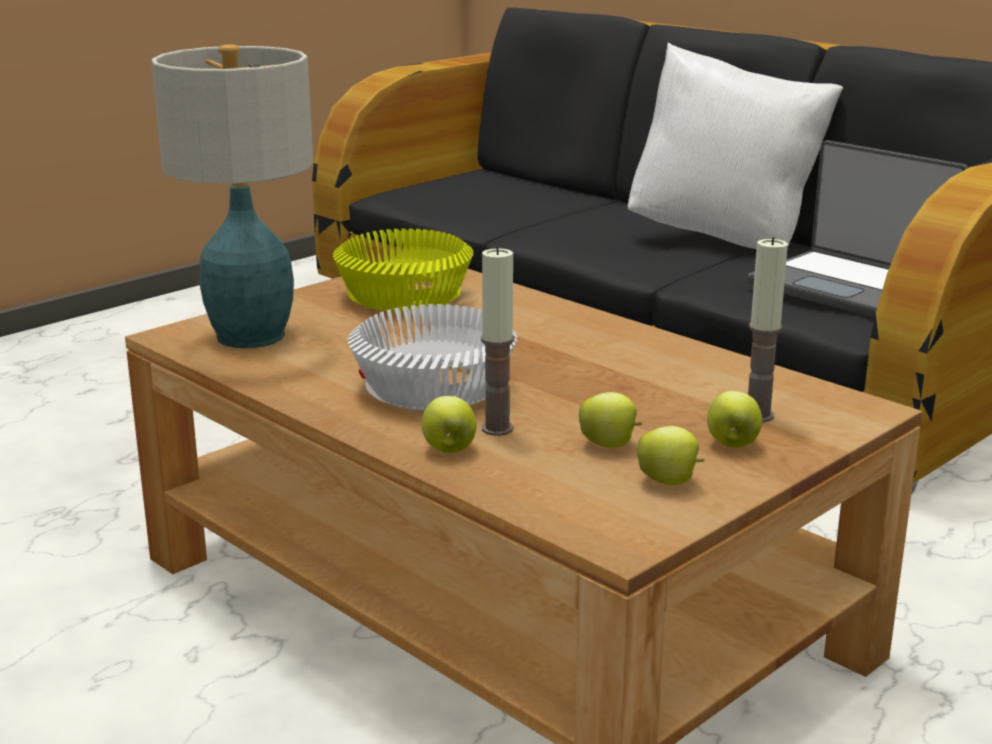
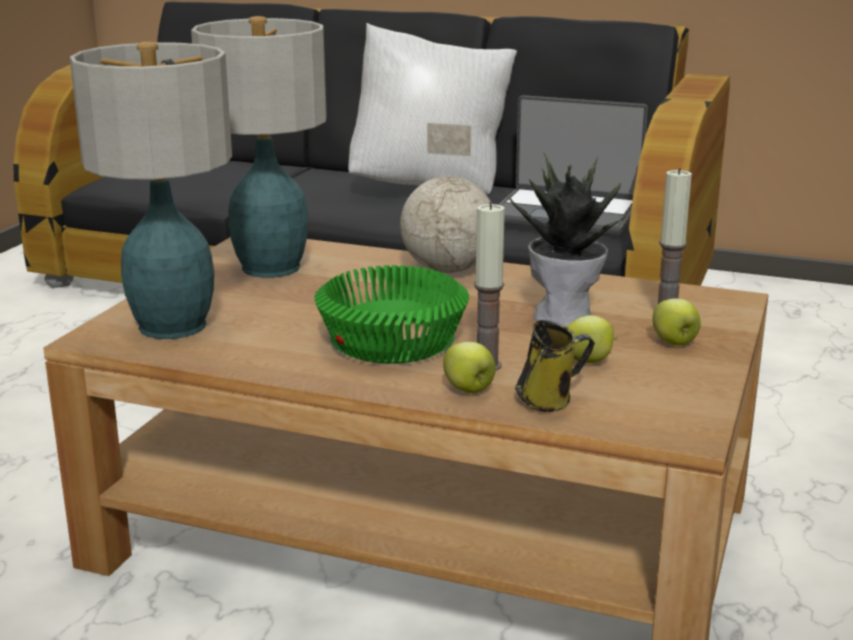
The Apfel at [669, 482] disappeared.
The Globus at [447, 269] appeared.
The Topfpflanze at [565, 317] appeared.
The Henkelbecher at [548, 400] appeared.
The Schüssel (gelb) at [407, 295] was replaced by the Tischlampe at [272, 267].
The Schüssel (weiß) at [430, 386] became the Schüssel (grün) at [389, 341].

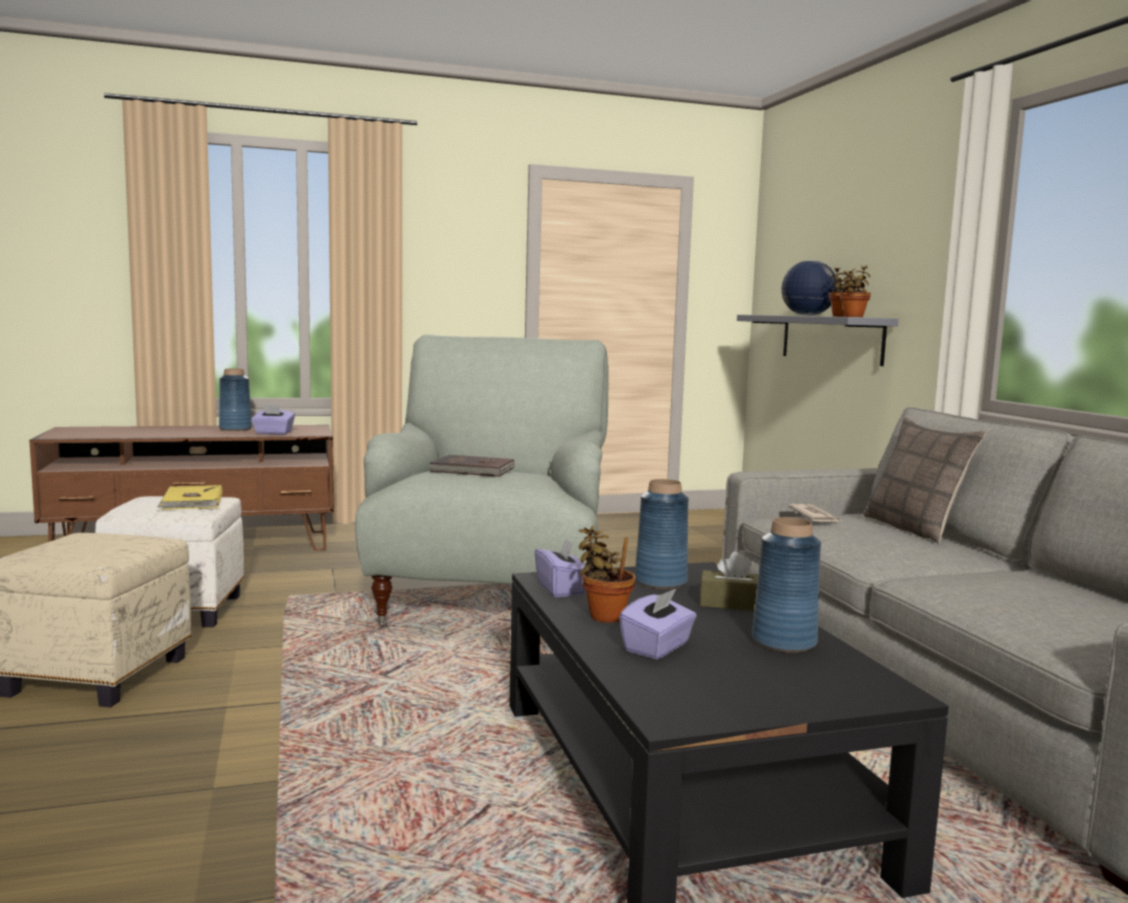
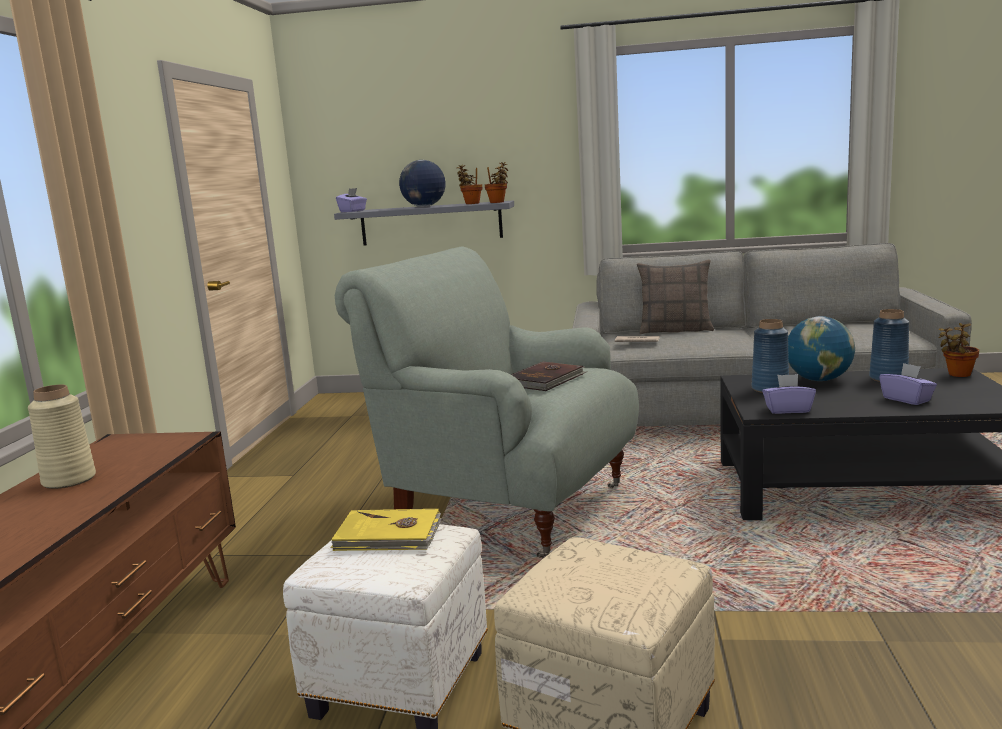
The Taschentuchbox (lila) moved from [273, 433] to [353, 211].
The Topfpflanze moved from [604, 616] to [957, 374].
The Taschentuchbox (braun) at [732, 604] was replaced by the Globus at [818, 380].
The Vase (blau) at [235, 429] became the Vase (beige) at [69, 480].

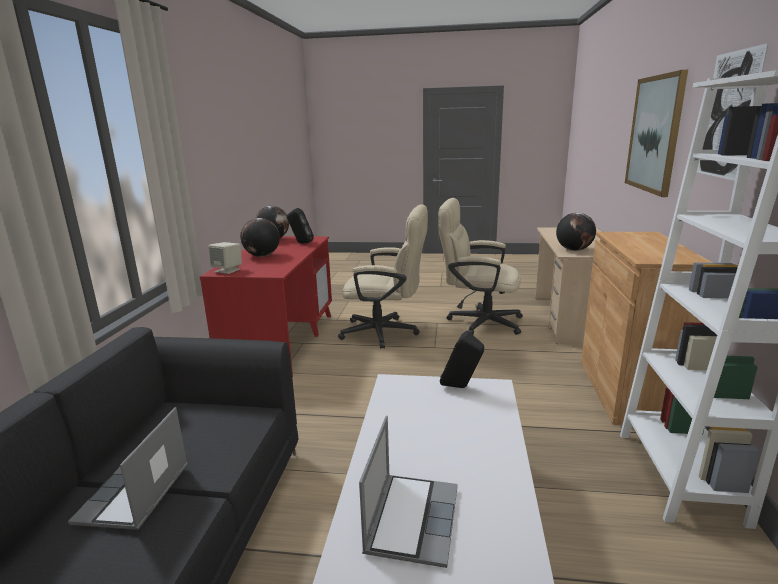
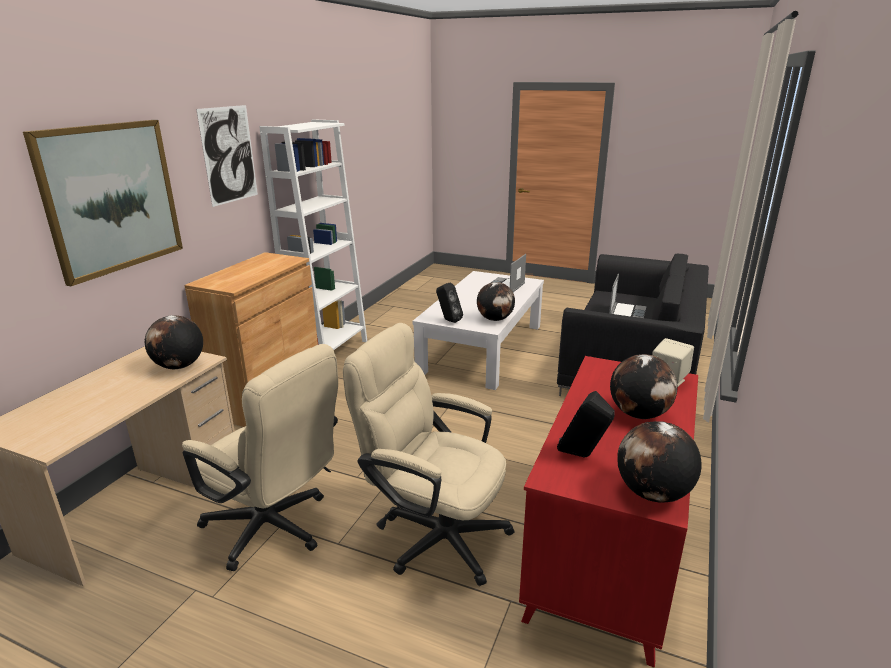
The Globus at [495, 319] appeared.

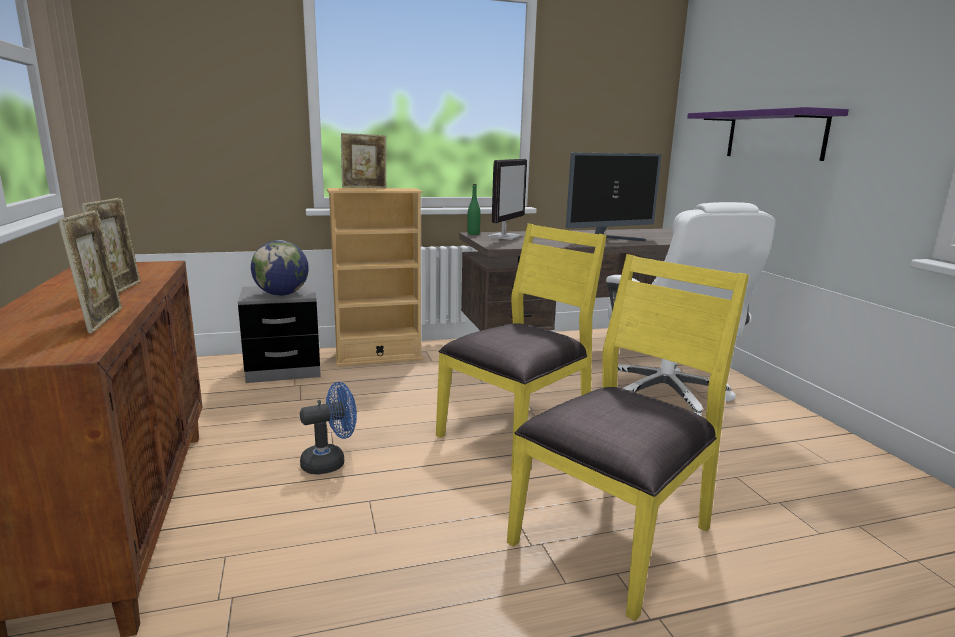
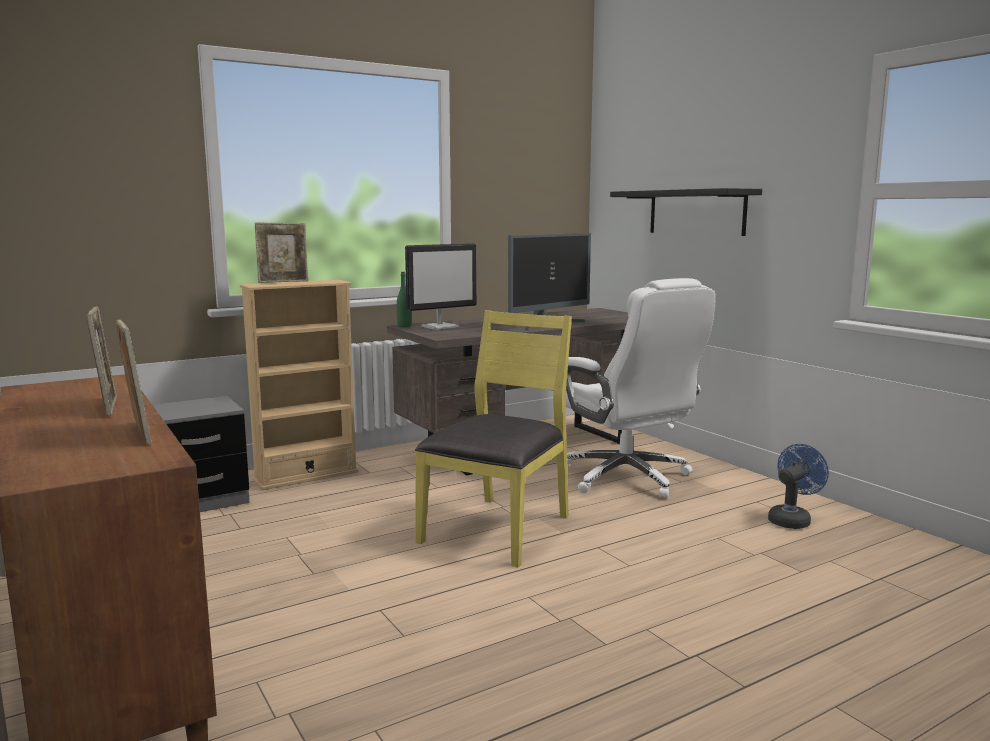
The Globus at [282, 294] disappeared.
The Stuhl (gelb) at [615, 536] disappeared.
The Ventilator (blau) moved from [330, 462] to [792, 519].
The Wandregal (lila) at [774, 135] became the Wandregal (schwarz) at [696, 212].
The Monitor at [504, 237] turned 45 degrees clockwise.

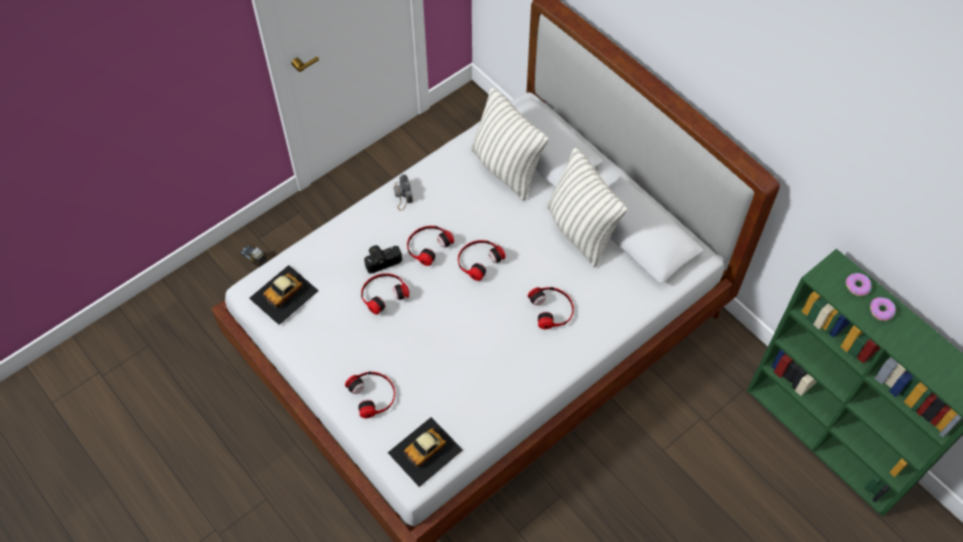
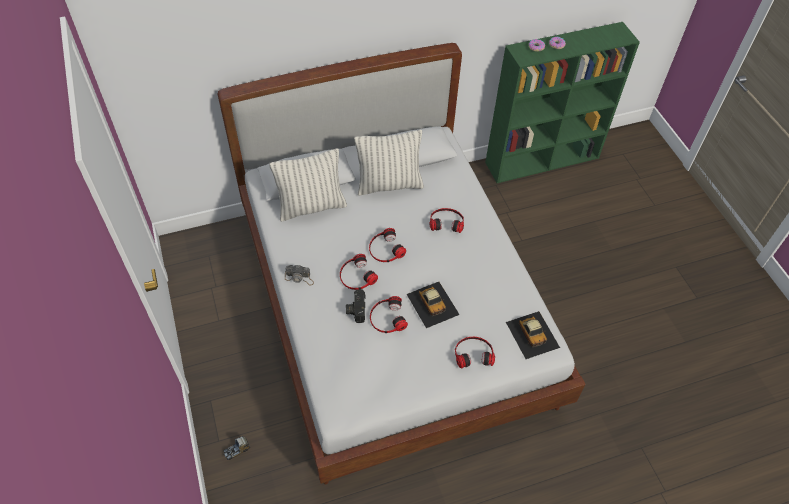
The Spielzeugauto moved from [284, 294] to [432, 304].

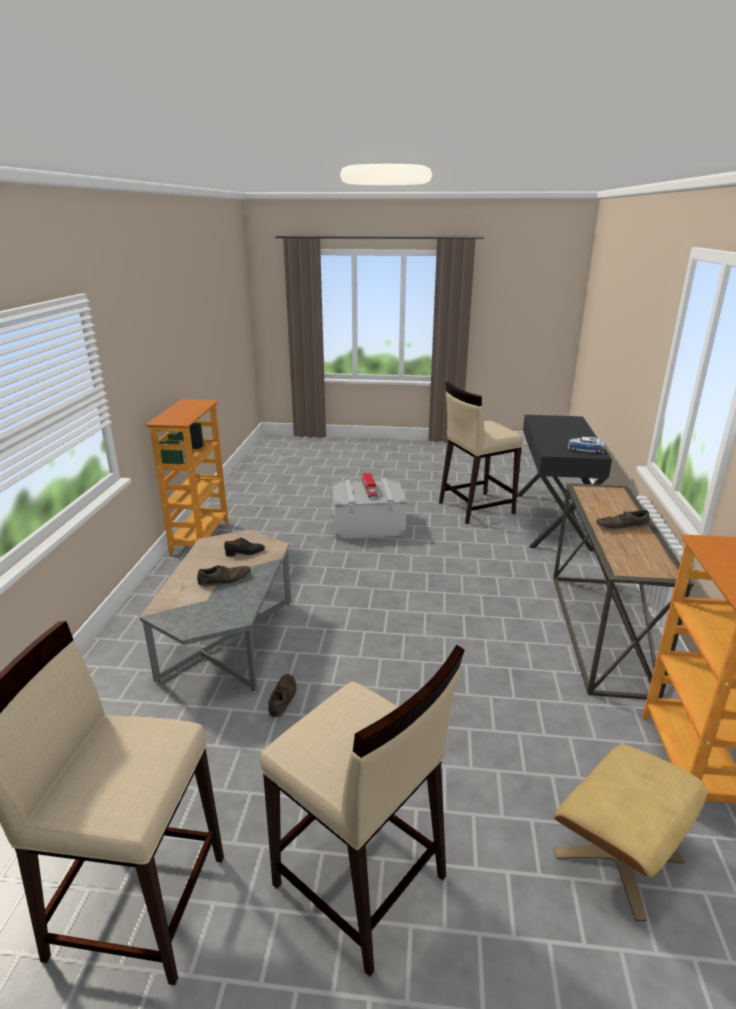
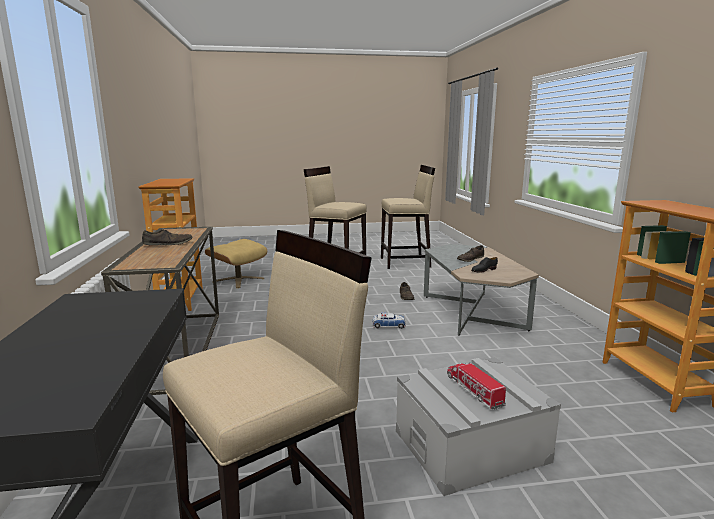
The Spielzeugauto moved from [585, 449] to [388, 325].

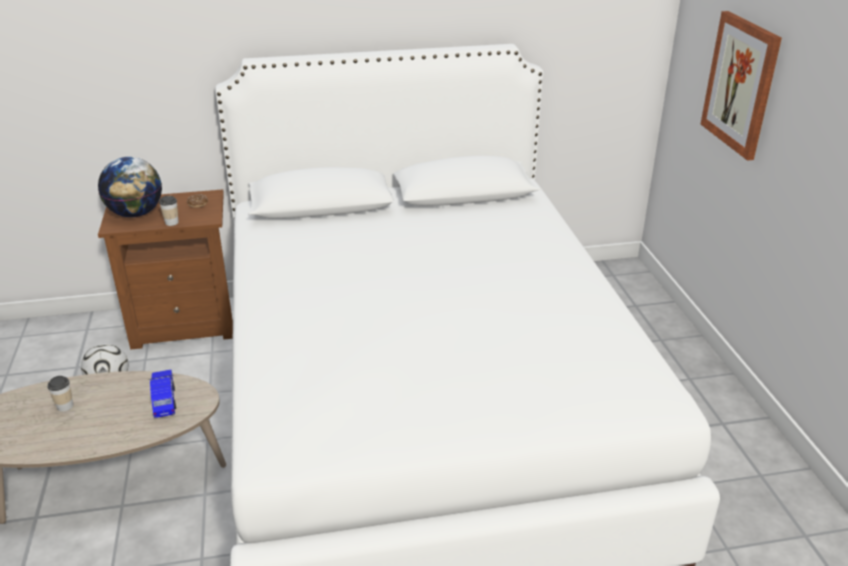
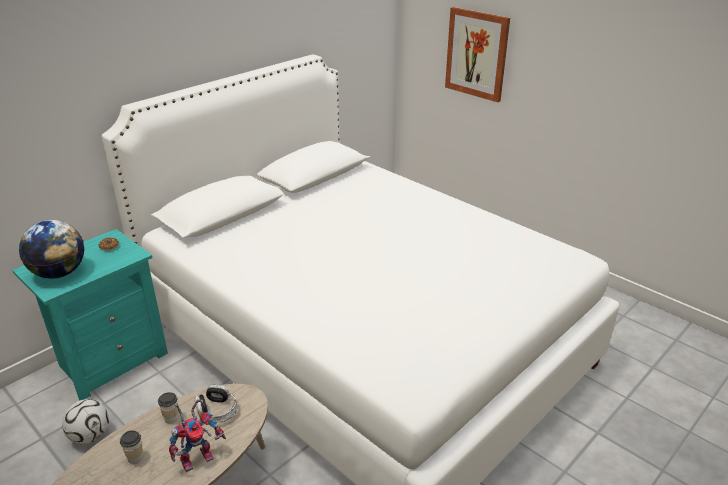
The Spielzeugroboter at [198, 456] appeared.
The Tasse moved from [171, 222] to [171, 418].
The Spielzeugauto (blau) at [164, 398] was replaced by the Kopfhörer at [217, 410].
The Nachttisch (braun) at [186, 324] became the Nachttisch (türkis) at [111, 360].

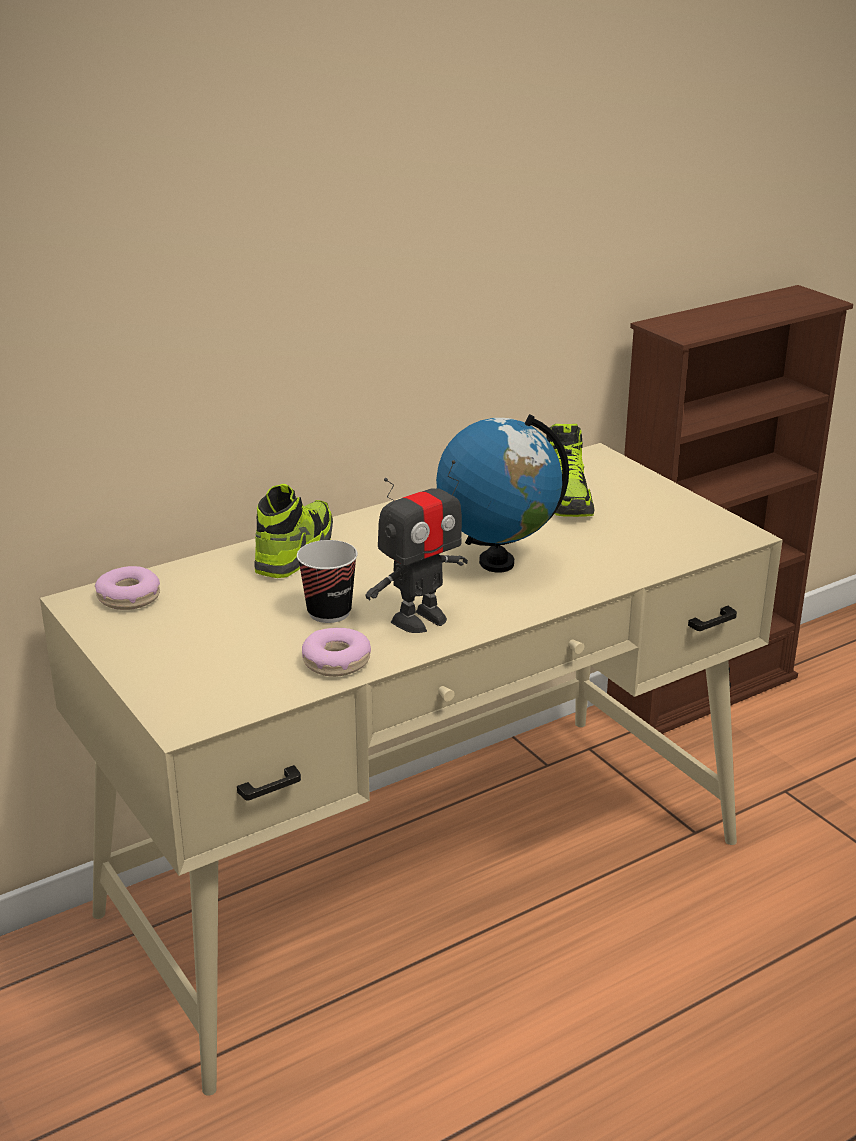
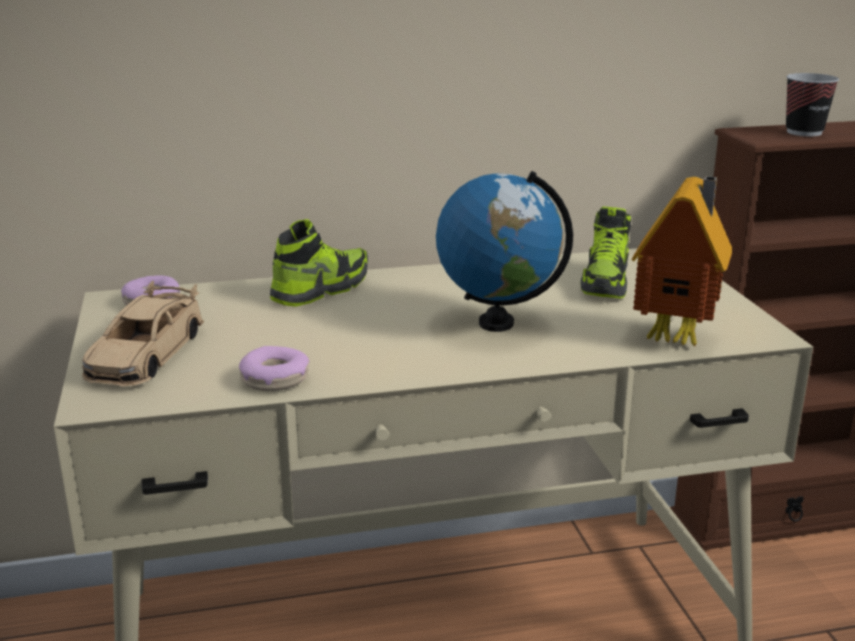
The Spielzeugroboter at [419, 619] disappeared.
The Spielzeugauto (beige) at [146, 354] appeared.
The Spielzeughaus at [678, 337] appeared.
The Tasse moved from [329, 612] to [804, 132].

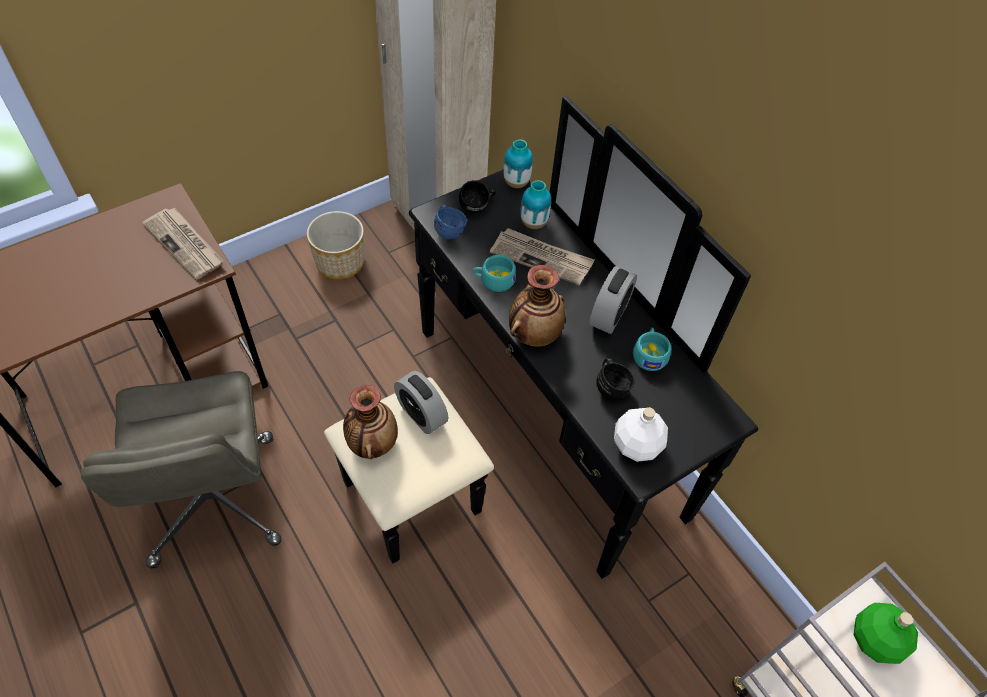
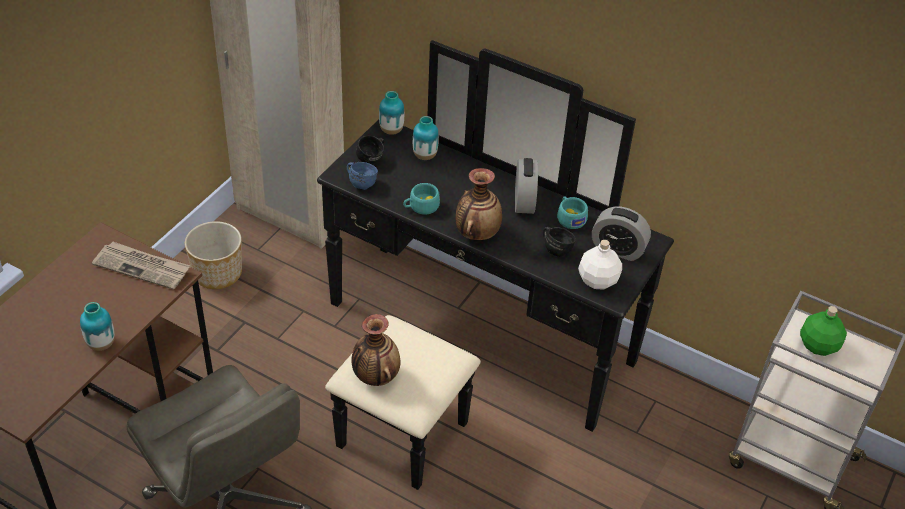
The Zeitung at [542, 258] disappeared.
The Vase at [101, 344] appeared.
The Wecker moved from [421, 414] to [618, 249].

